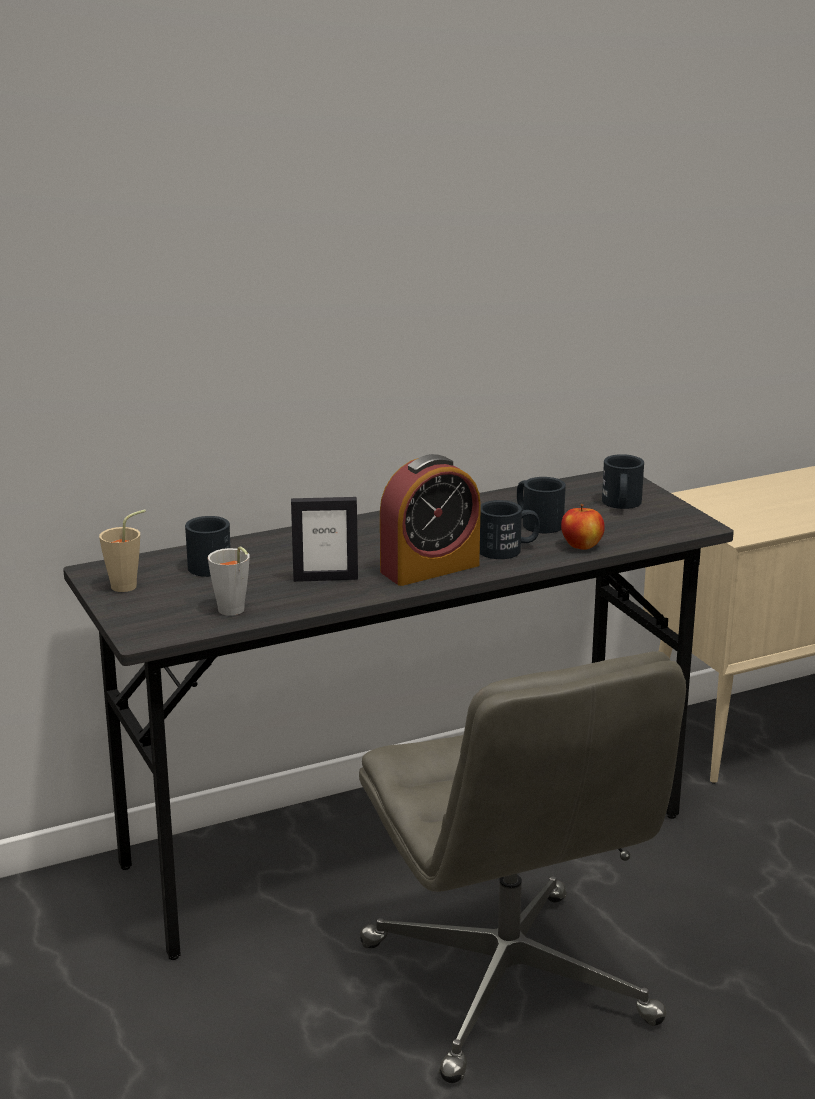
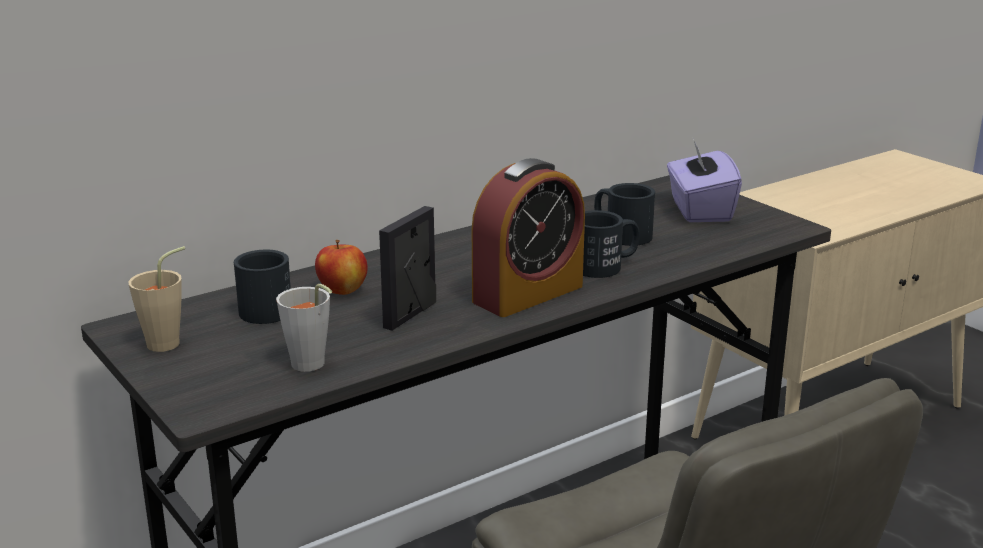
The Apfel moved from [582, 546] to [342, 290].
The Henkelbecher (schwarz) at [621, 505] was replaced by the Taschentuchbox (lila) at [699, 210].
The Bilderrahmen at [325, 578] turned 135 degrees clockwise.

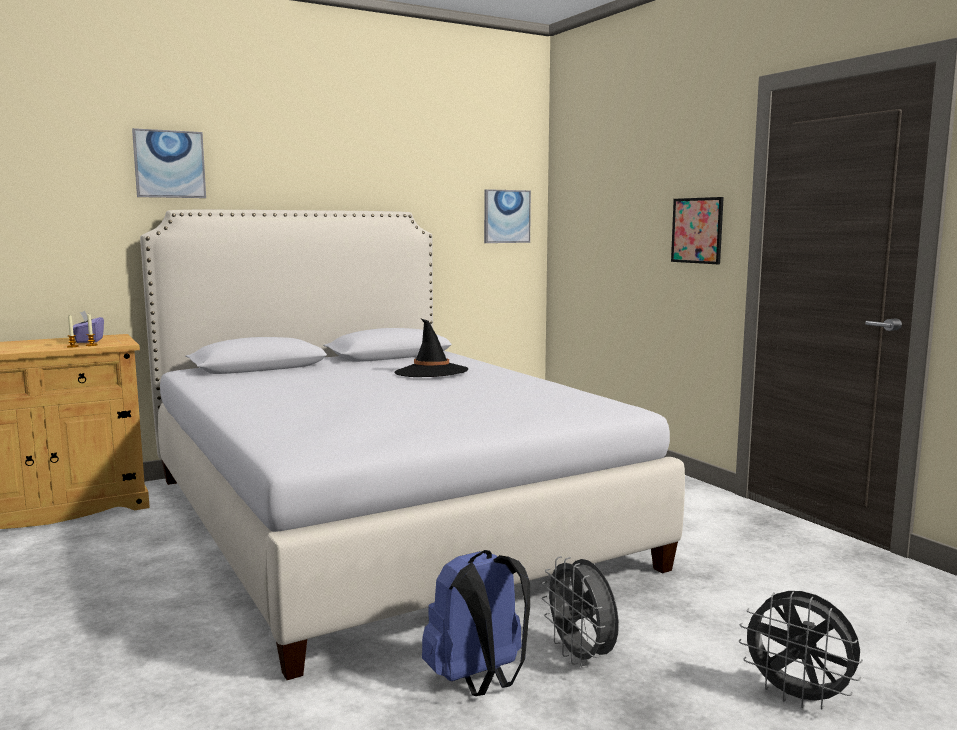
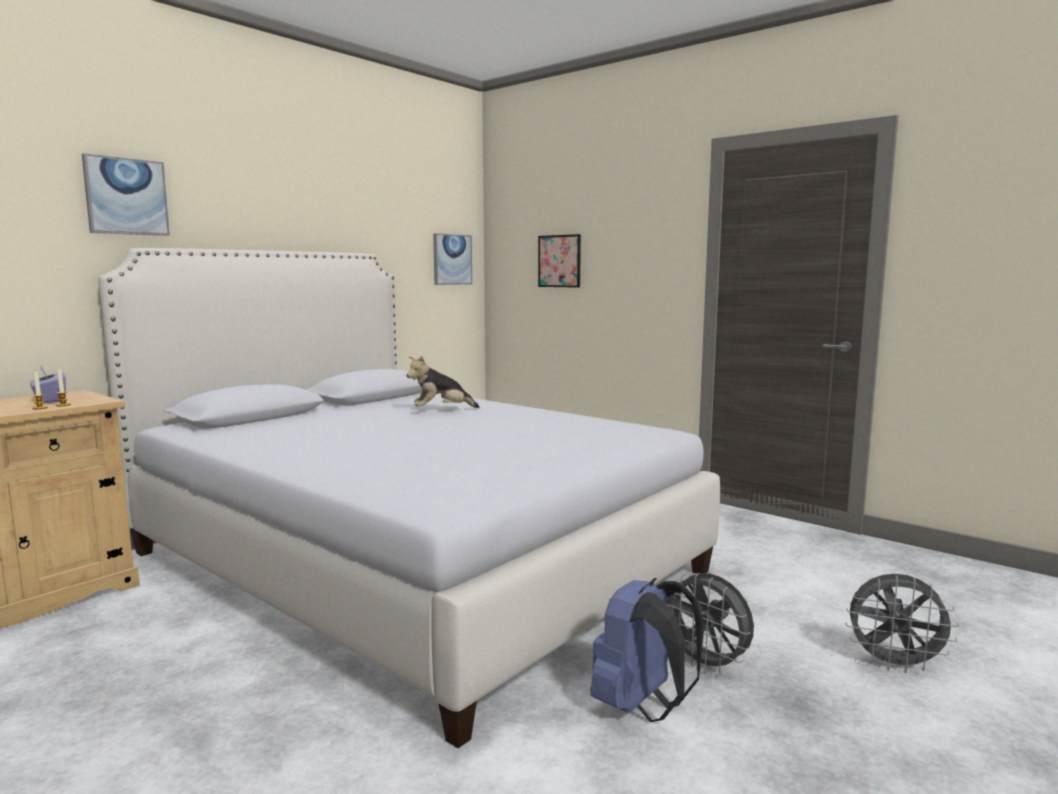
The Bild moved from [697, 230] to [559, 261].
The Hut (schwarz) at [431, 372] was replaced by the Plüschtier at [441, 410].

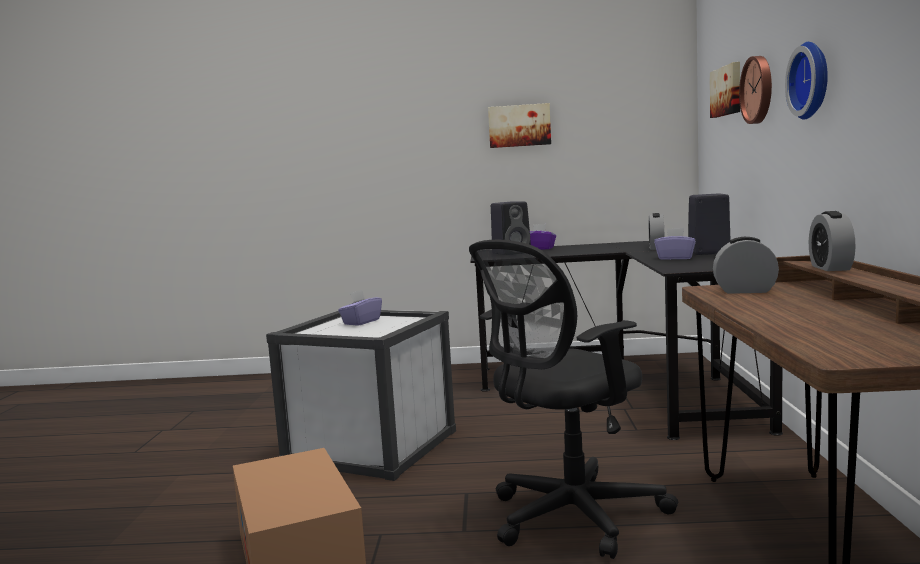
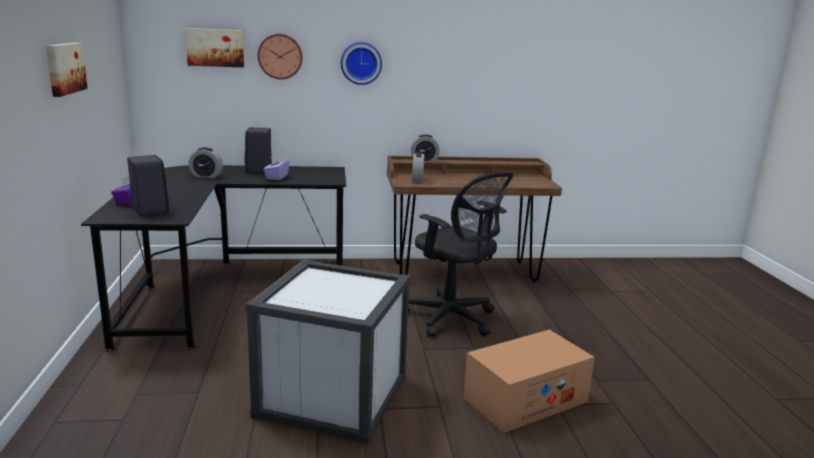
The Taschentuchbox (lila) at [361, 322] disappeared.

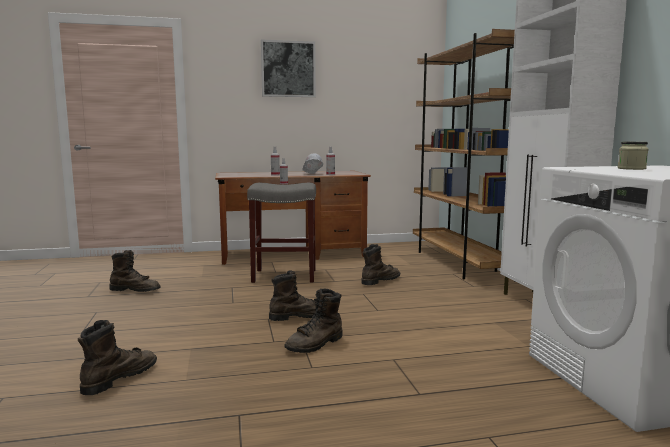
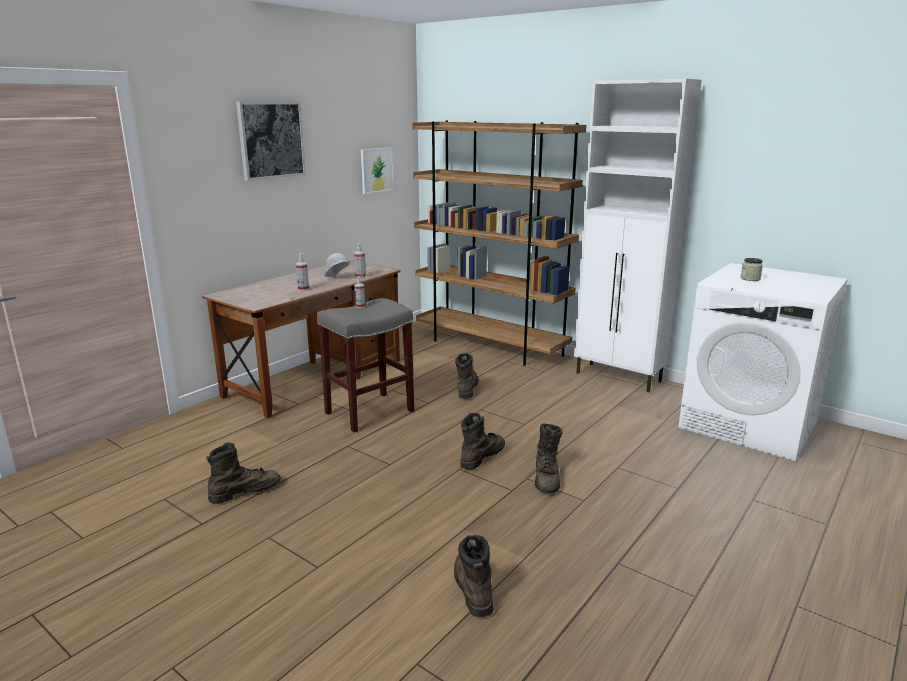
The Bild at [376, 170] appeared.

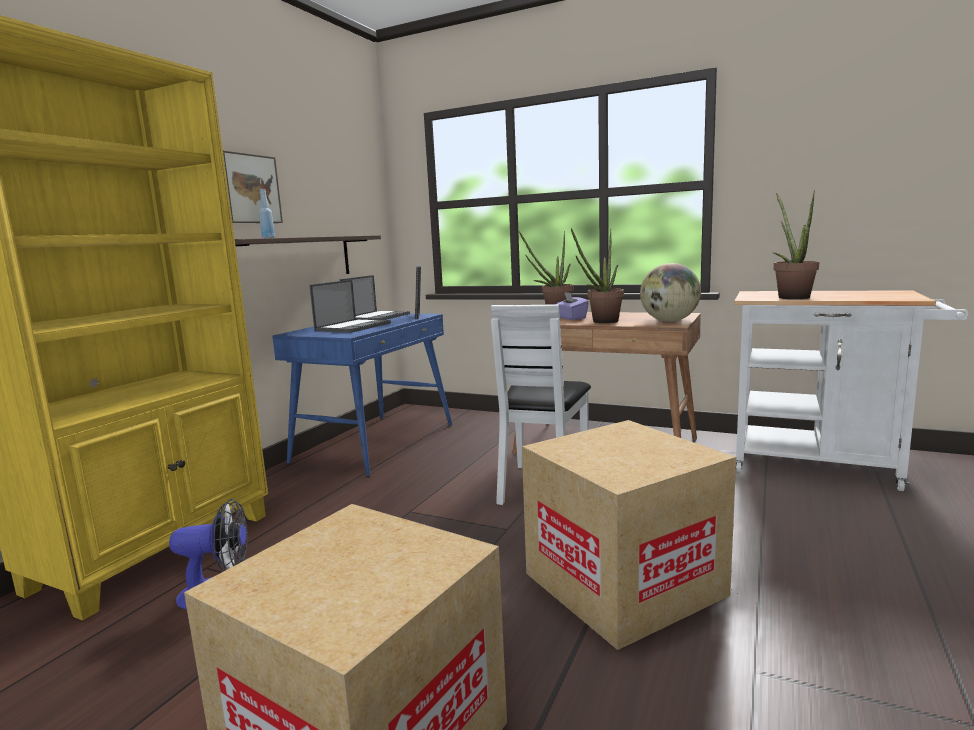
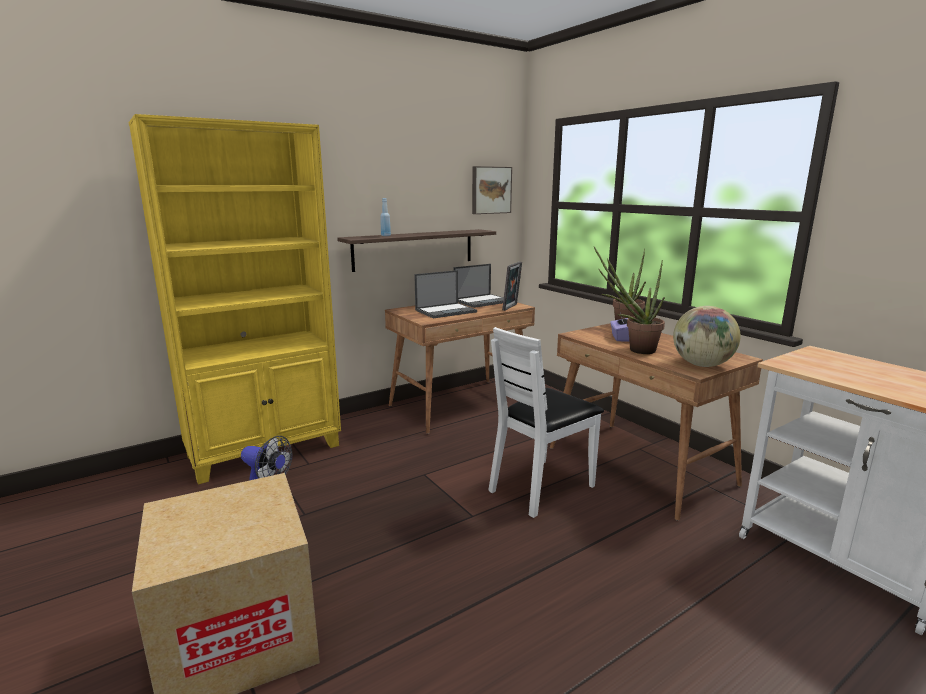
The Karton at [623, 584] disappeared.
The Topfpflanze at [790, 297] disappeared.
The Bild moved from [248, 189] to [490, 190].
The Schreibtisch (blau) at [375, 442] became the Schreibtisch (braun) at [461, 404].

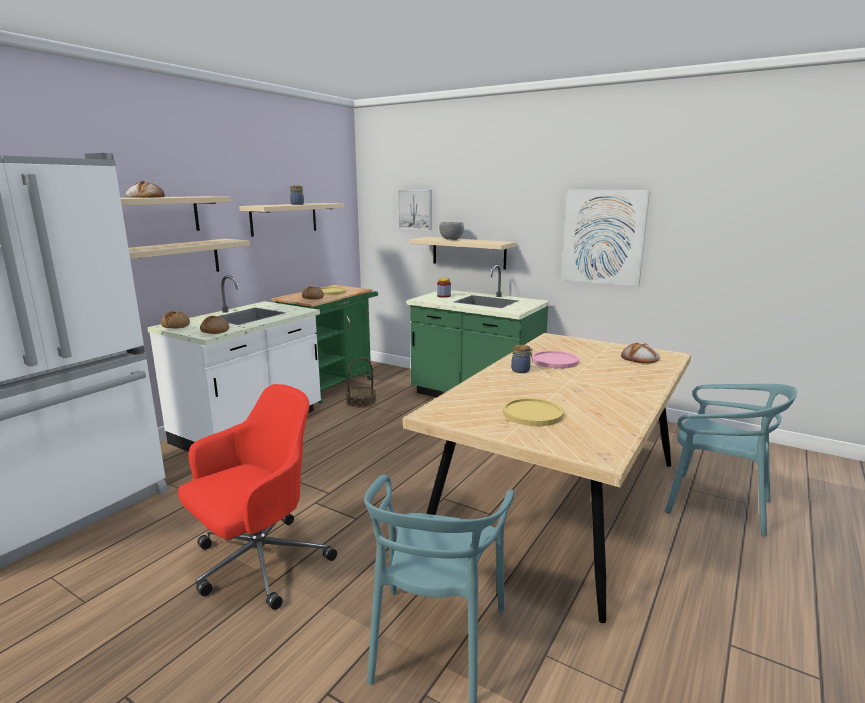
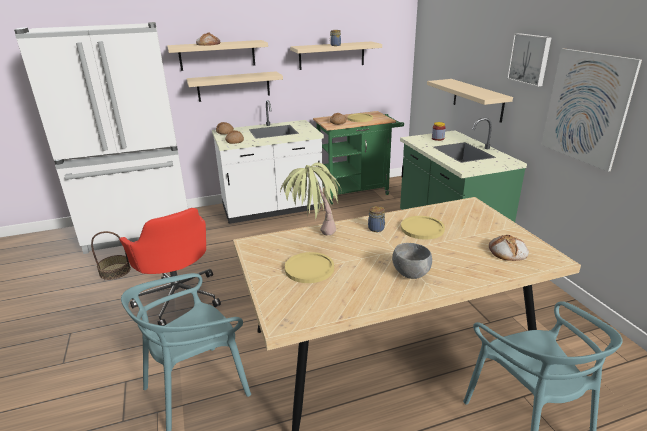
The Topfpflanze at [313, 239] appeared.
The Korb moved from [361, 401] to [115, 271].
The Bild moved from [416, 209] to [530, 59].
The Schüssel (grau) moved from [451, 239] to [410, 274].
The Teller (rosa) at [555, 361] became the Teller (gelb) at [422, 228].
The Bürostuhl (rot) at [258, 563] turned 60 degrees clockwise.

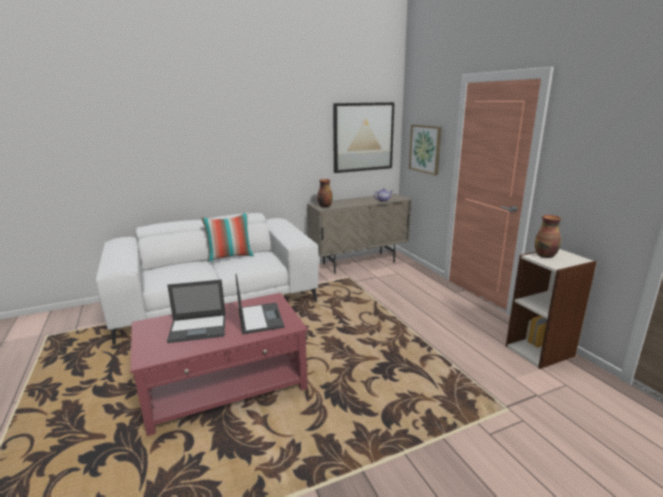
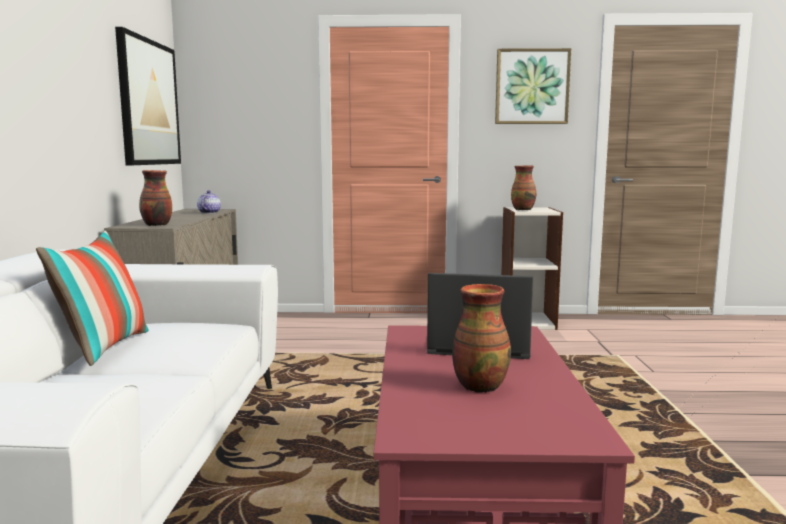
The Bild moved from [425, 149] to [532, 87].
The Laptop at [199, 328] was replaced by the Vase at [479, 386].

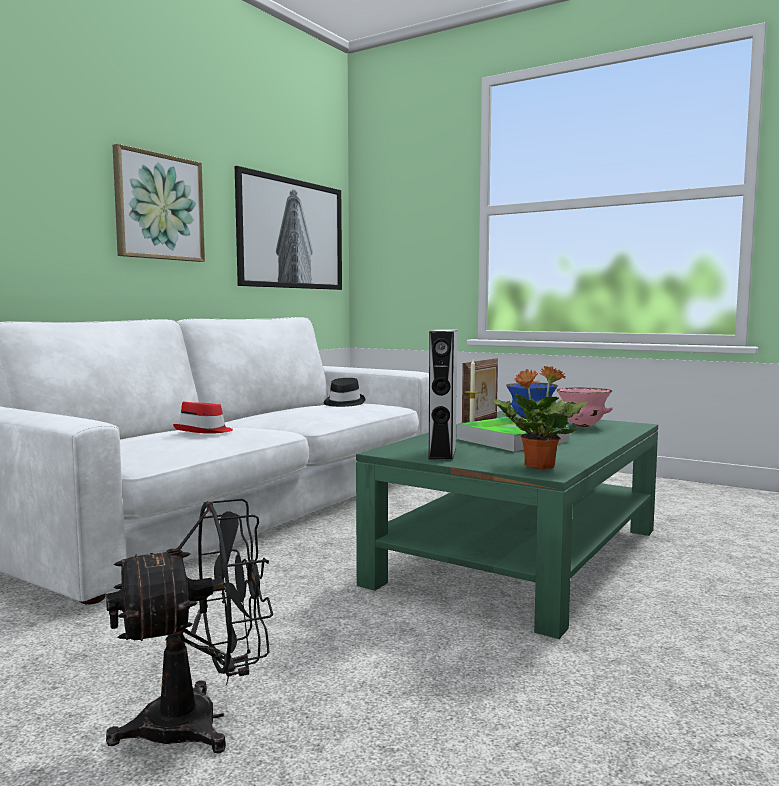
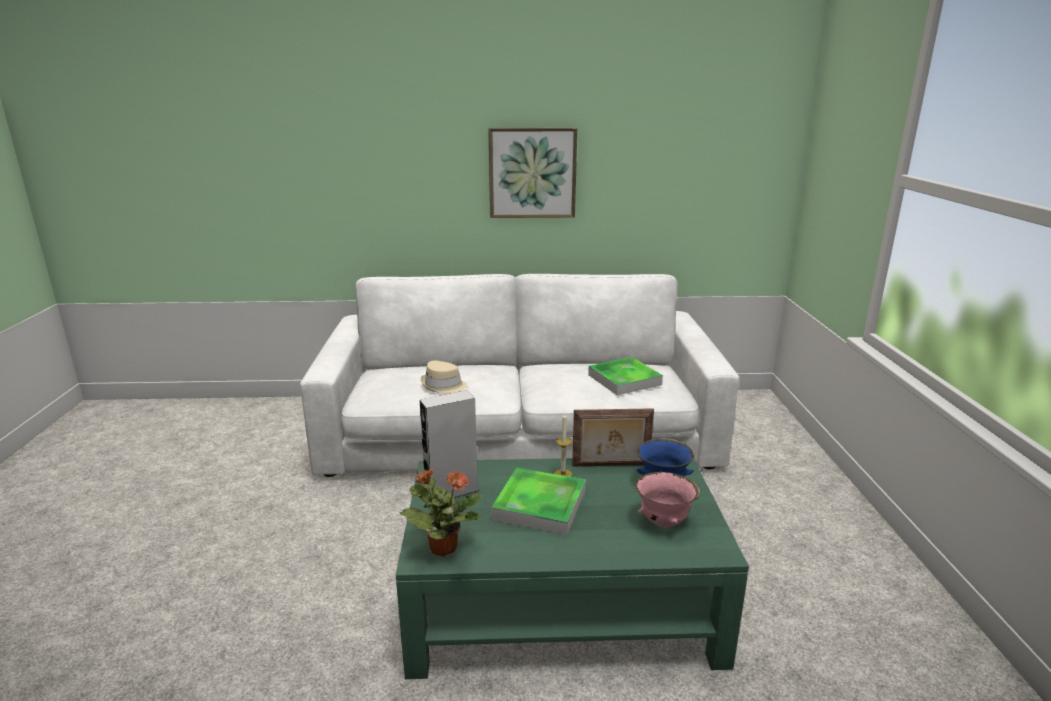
The Ventilator (schwarz) at [201, 722] disappeared.
The Bild at [292, 234] disappeared.
The Hut (schwarz) at [343, 403] was replaced by the Tablett at [624, 380].
The Hut (rot) at [204, 431] became the Hut (beige) at [443, 385].

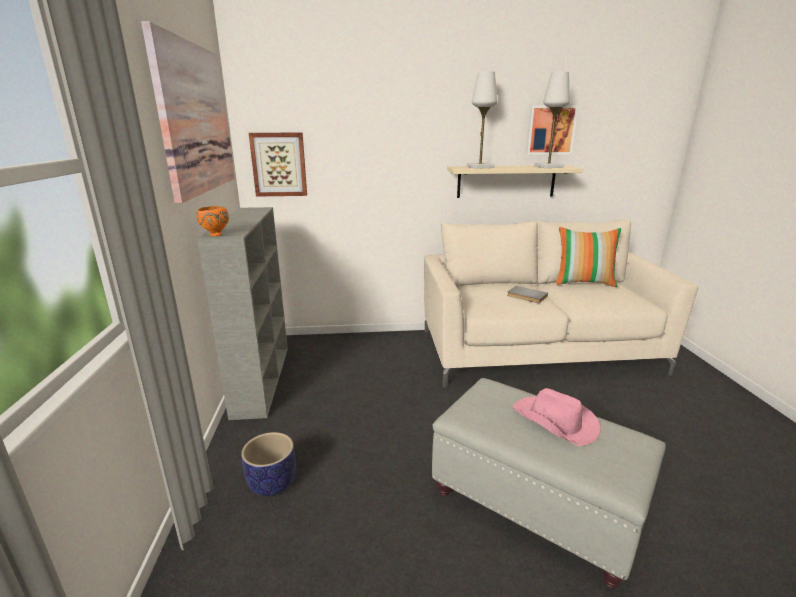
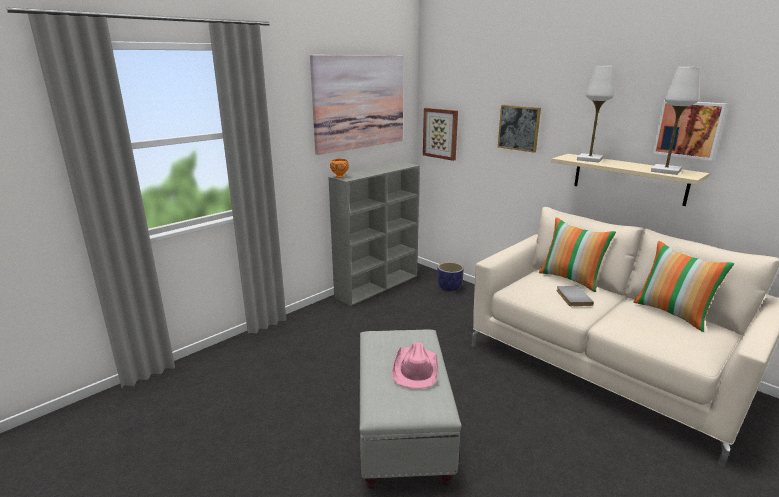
The Bild at [519, 128] appeared.
The Kissen at [571, 279] appeared.
The Pflanzkübel moved from [272, 484] to [449, 288].

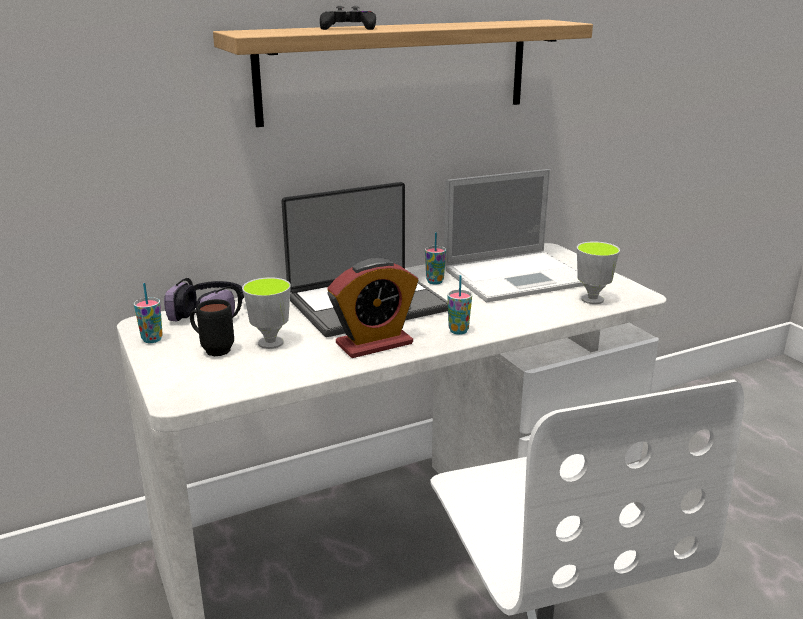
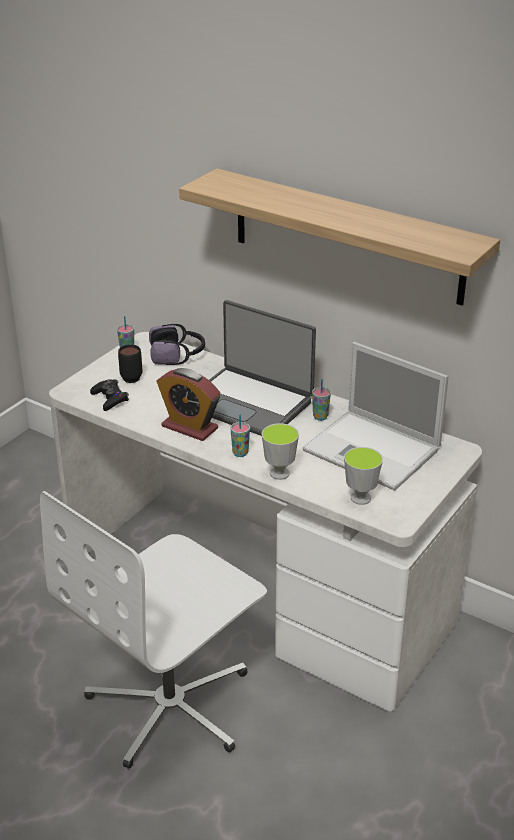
The Tasse moved from [270, 343] to [279, 473].
The Gamepad (schwarz) moved from [348, 28] to [110, 398].

